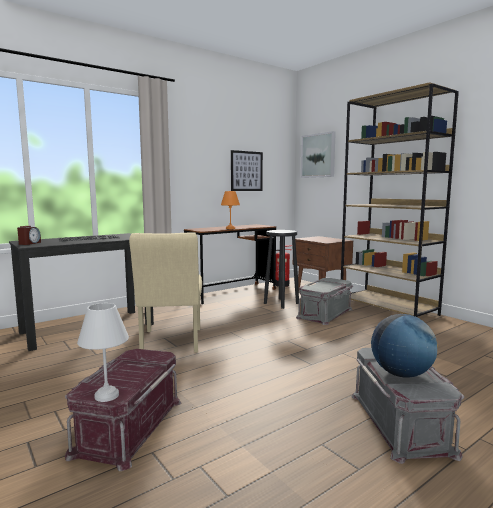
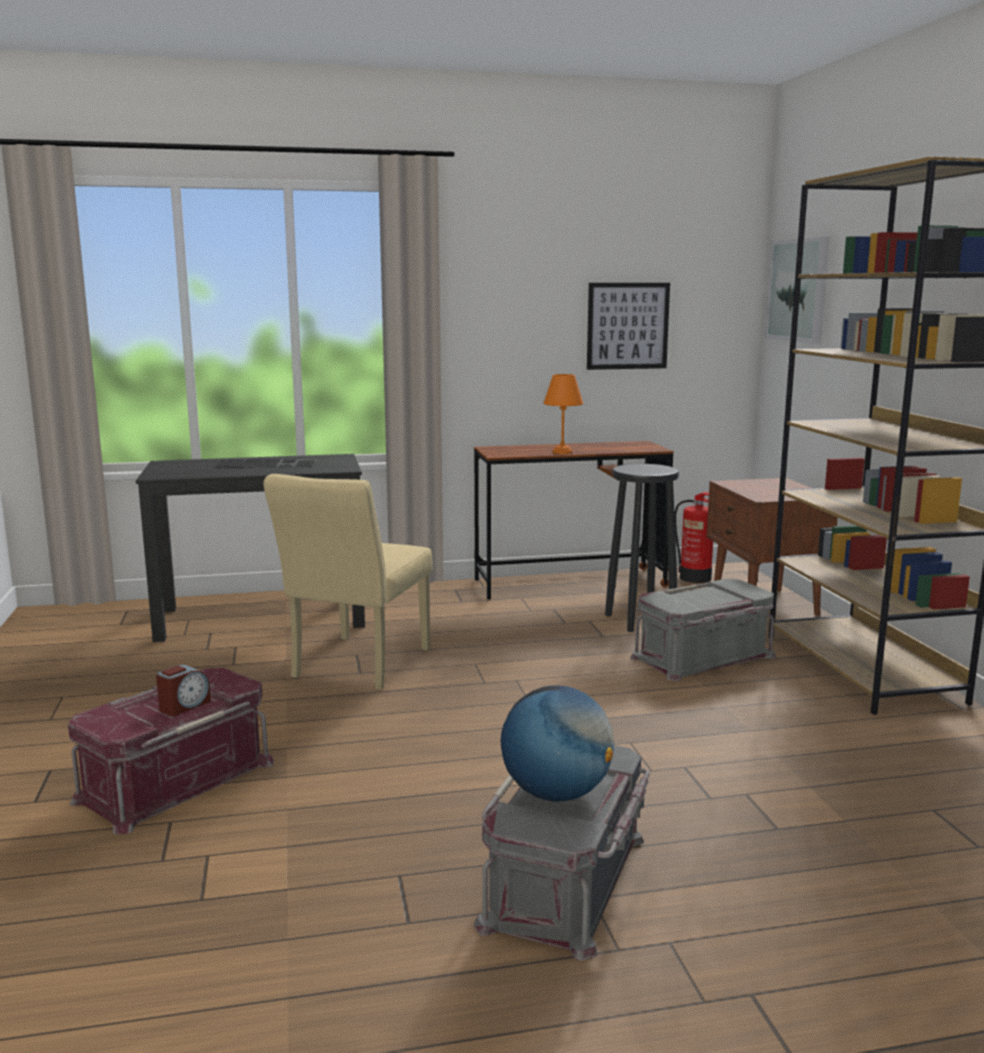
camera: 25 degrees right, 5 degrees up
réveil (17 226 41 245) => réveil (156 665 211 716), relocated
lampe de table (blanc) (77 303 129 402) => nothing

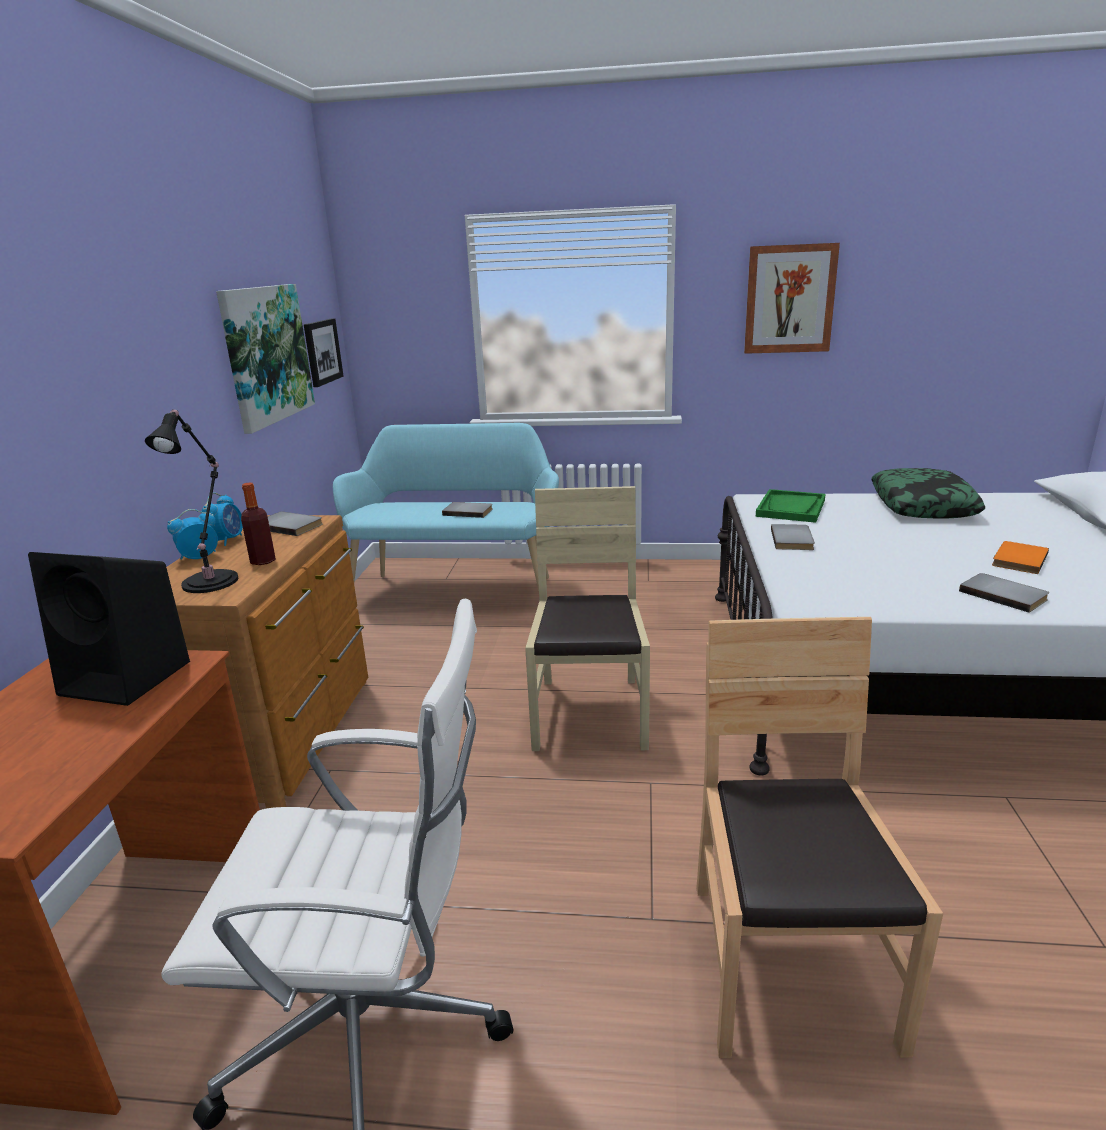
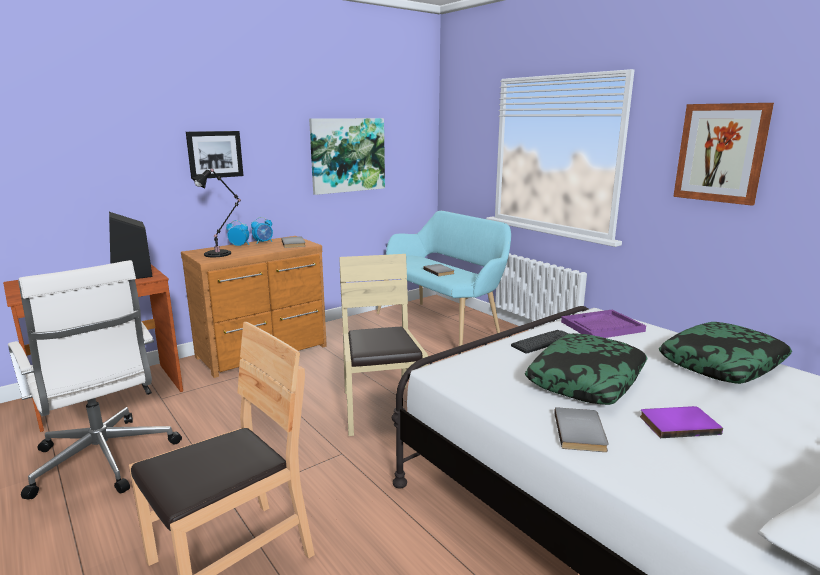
camera: 45 degrees right, 5 degrees down
tableau (304 318 344 387) => tableau (186 131 244 179), relocated
bouteille (241 482 276 565) => nothing
chaise (beige) (525 486 650 751) => chaise (beige) (339 254 428 436), 60 degrees counterclockwise
plateau (vert) (756 489 825 523) => plateau (violet) (561 310 646 338)
livre (gris) (771 524 815 550) => clavier (511 330 569 354)
livre (orange) (992 541 1049 574) => livre (violet) (640 406 723 438)
nothing => coussin (525 333 647 405)

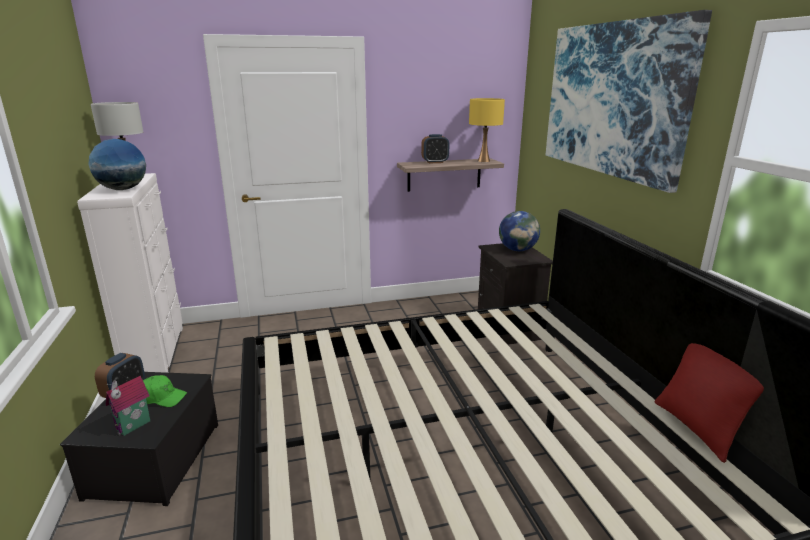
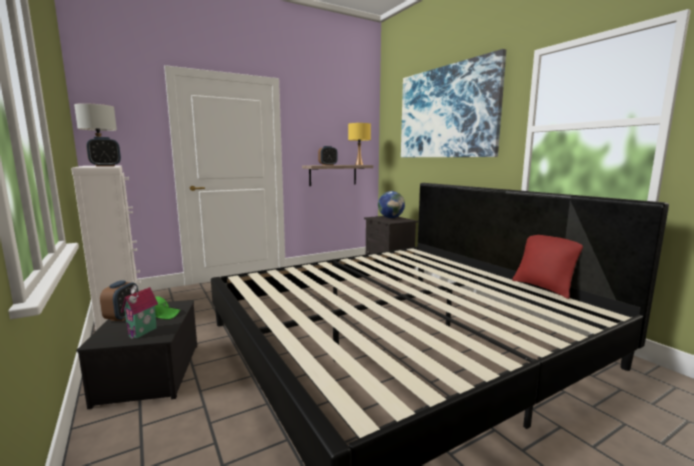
camera: 15 degrees left, 10 degrees down
globe (88 139 146 190) => réveil (86 137 121 167)

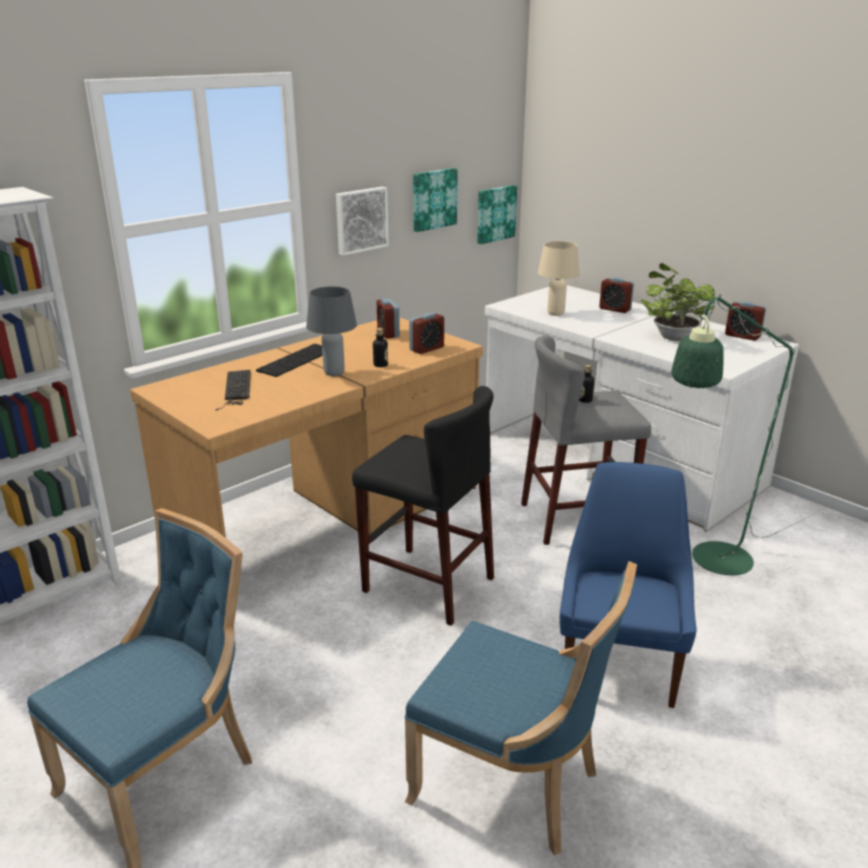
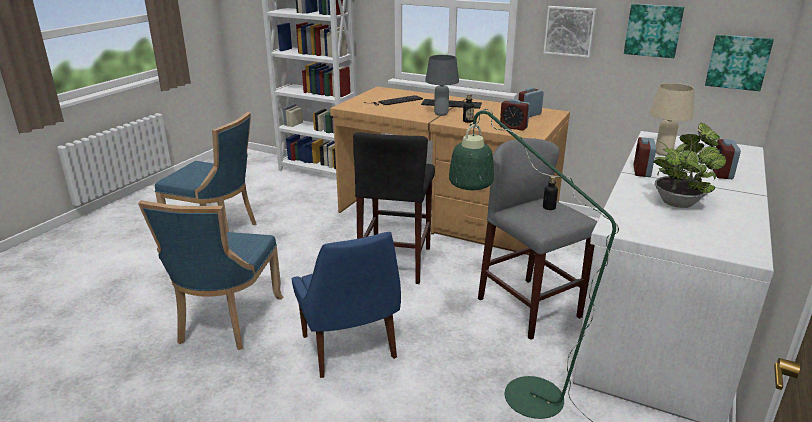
camera: 70 degrees right, 0 degrees up
réveil (725 301 766 341) => réveil (634 137 656 177), relocated
chaise (bleu) (559 462 697 708) => chaise (bleu) (292 232 401 378), 75 degrees clockwise

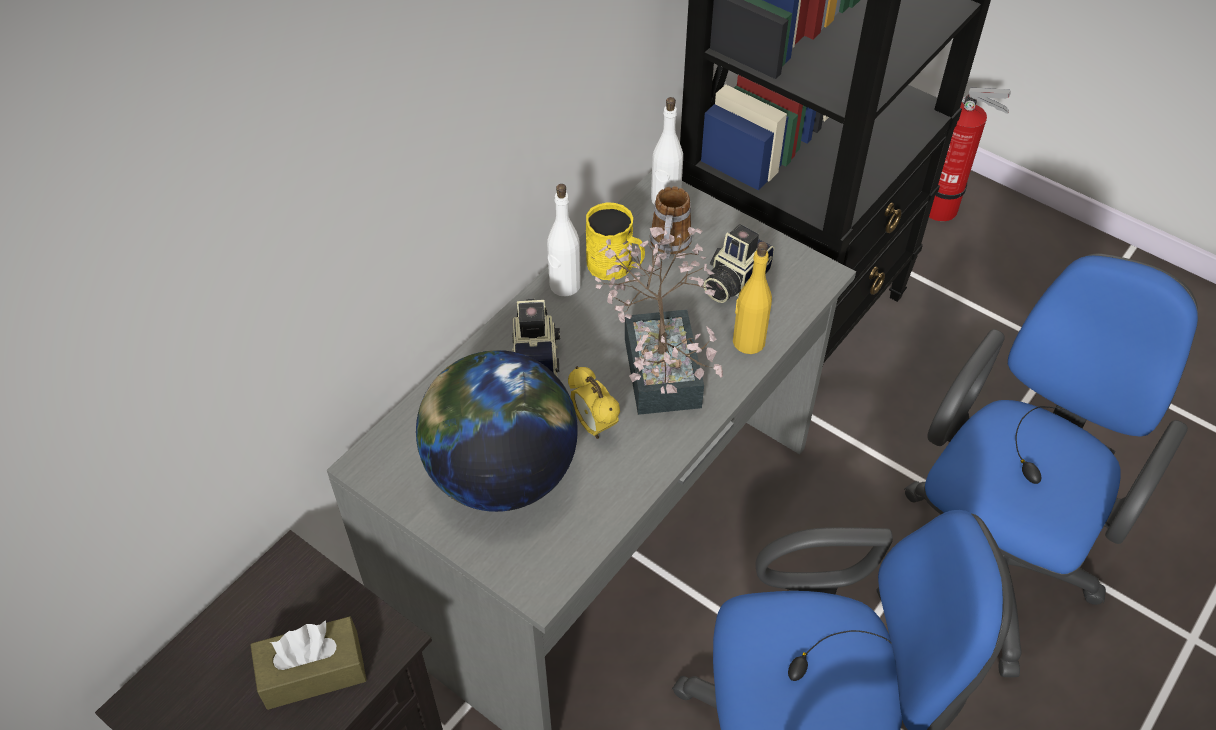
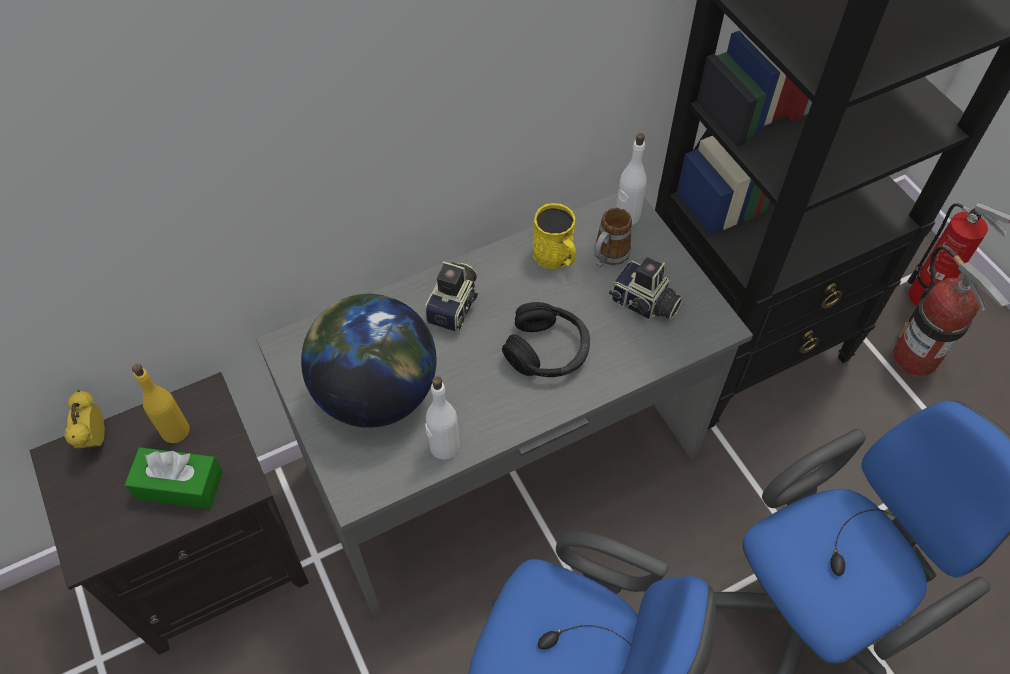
camera: 25 degrees right, 5 degrees up
bouteille (blanc) (547 184 581 296) => bouteille (blanc) (425 377 460 460), relocated
appareil photo (703 224 774 303) => appareil photo (609 257 683 320), 120 degrees counterclockwise
plante en pot (595 227 723 415) => casque audio (noir) (502 302 590 377)
bouteille (jaune) (733 242 772 354) => bouteille (jaune) (132 364 190 443), relocated
réveil (568 366 620 439) => réveil (64 390 105 451), relocated
boîte à mouchoirs (marron) (250 616 367 710) => boîte à mouchoirs (vert) (125 447 223 509)
nothing => extincteur (893 245 1010 377)

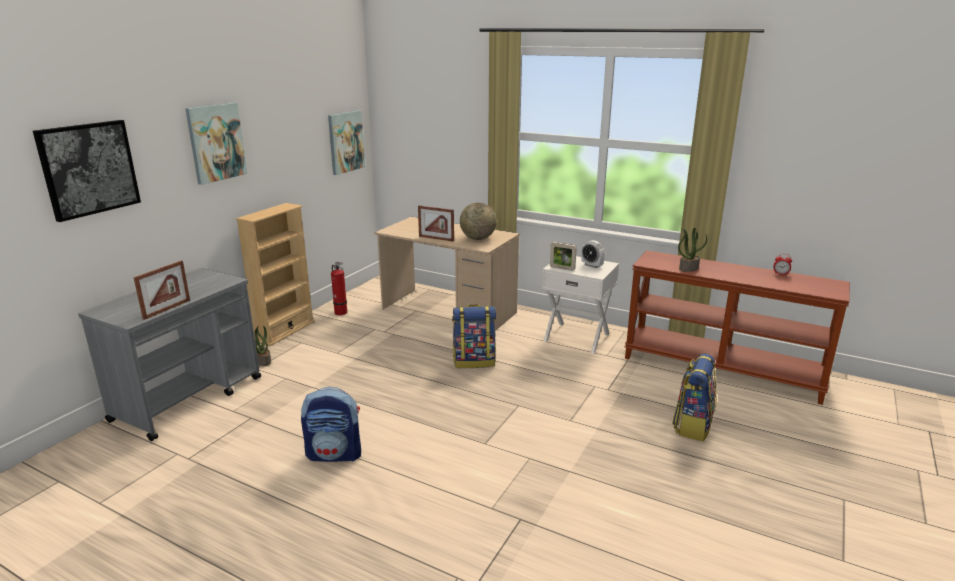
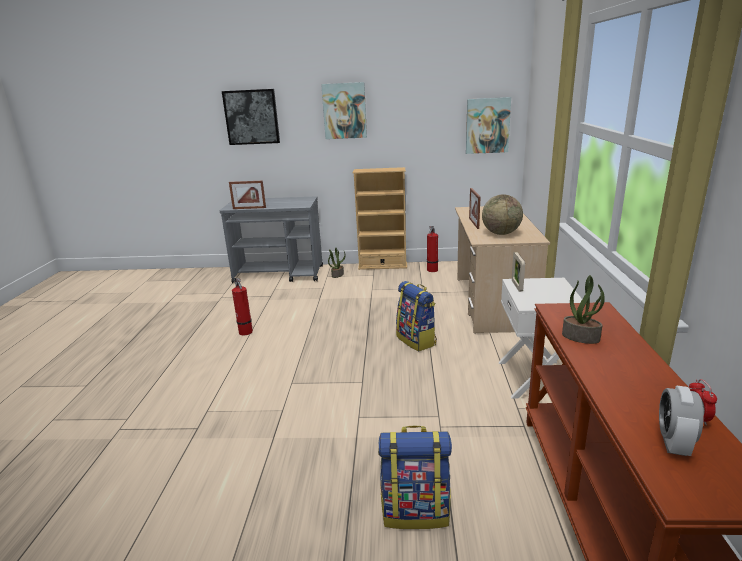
camera: 65 degrees right, 0 degrees up
réveil (581 240 605 268) => réveil (659 386 704 456), relocated
sac à dos (301 387 361 462) => extincteur (232 278 253 335)

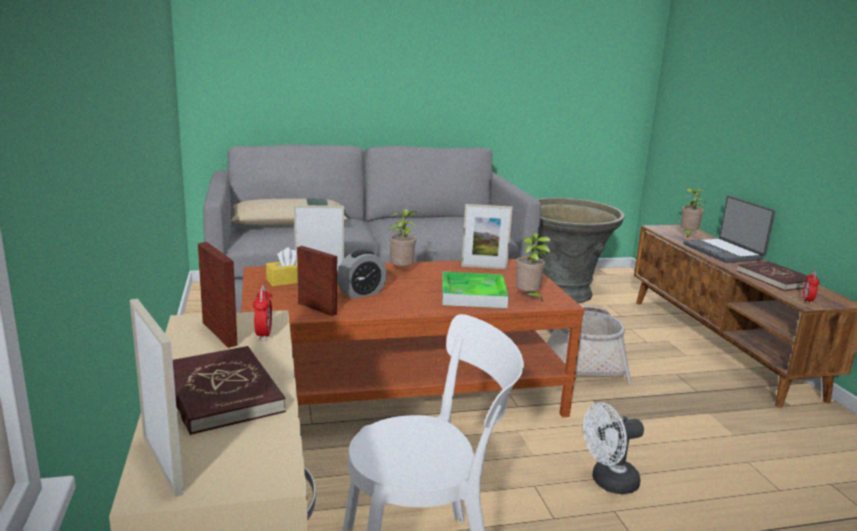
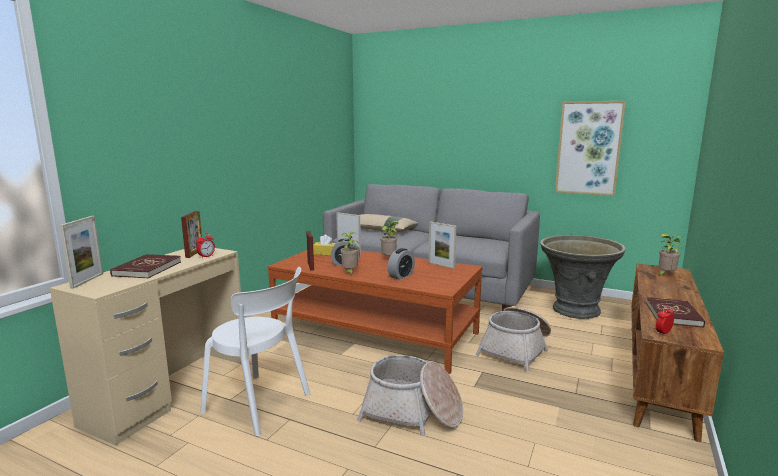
camera: 40 degrees right, 5 degrees down
ordinateur portable (683 196 775 263) => nothing
plante en pot (516 232 551 302) => plante en pot (340 232 359 275), relocated
plateau (442 271 509 308) => réveil (388 248 415 280)
ventilateur (blanc) (583 402 644 494) => panier (357 355 463 436)
nothing => tableau (555 101 626 196)

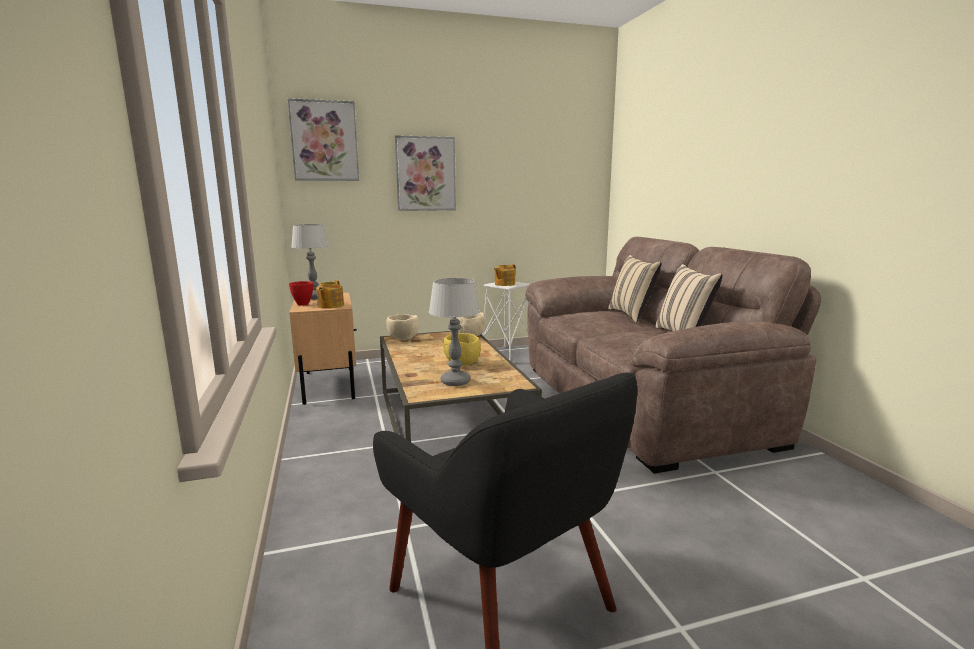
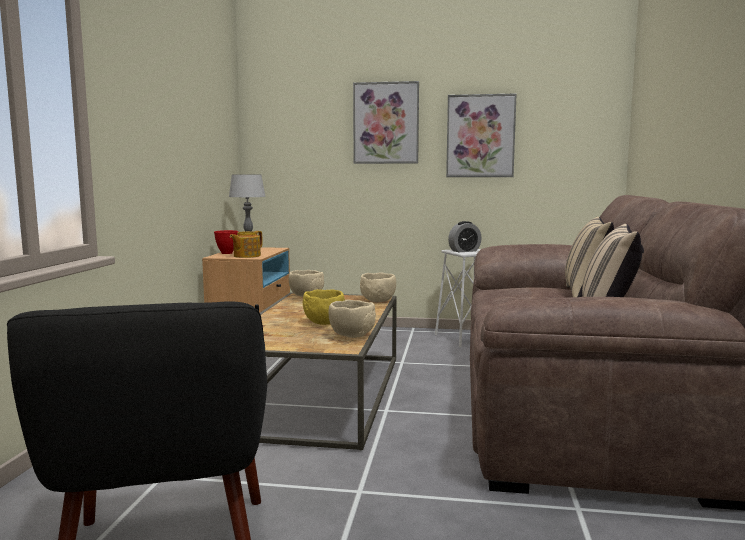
camera: 25 degrees right, 5 degrees down
tableau (288 98 359 181) => tableau (446 94 517 177), relocated
théière (494 264 516 286) => réveil (448 221 482 252)
lampe de table (429 278 480 386) => nothing
nothing => bol (beige) (329 300 376 338)

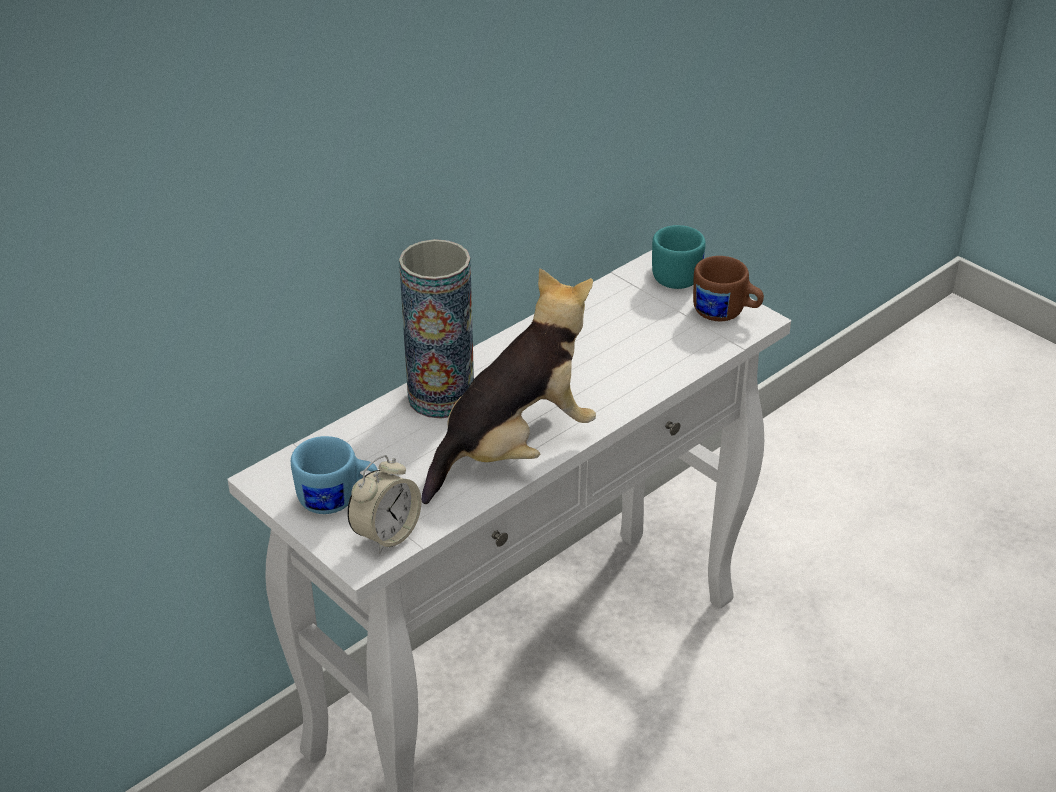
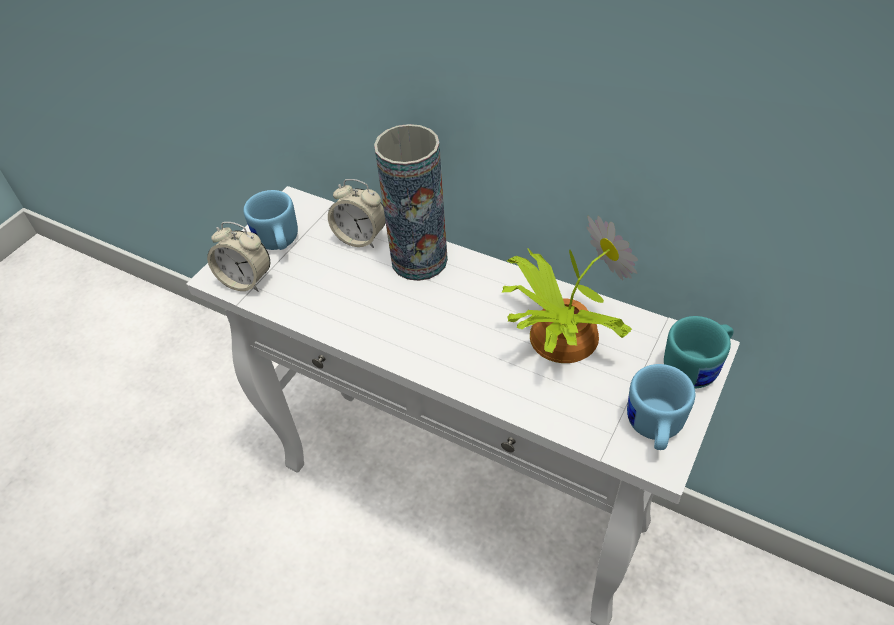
camera: 75 degrees right, 10 degrees up
mug (marron) (693 256 764 321) => mug (bleu) (627 364 695 450)
peluche (422 268 596 504) => nothing
nothing => réveil (328 179 386 248)
nothing => plante en pot (502 216 638 363)

